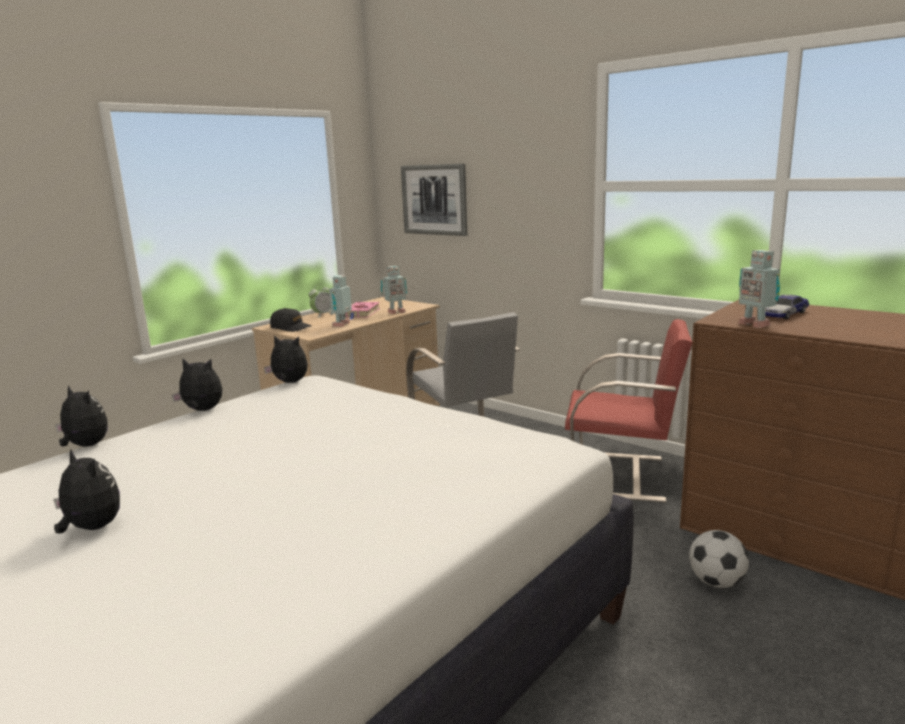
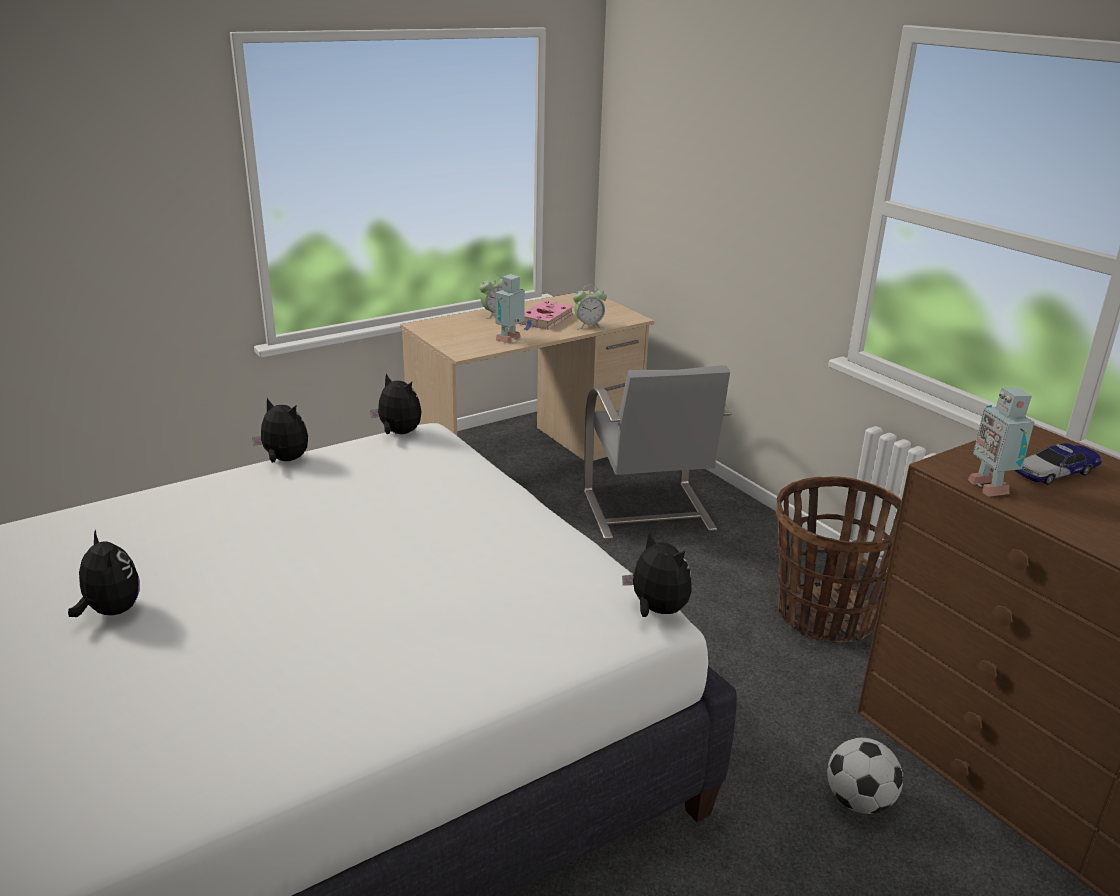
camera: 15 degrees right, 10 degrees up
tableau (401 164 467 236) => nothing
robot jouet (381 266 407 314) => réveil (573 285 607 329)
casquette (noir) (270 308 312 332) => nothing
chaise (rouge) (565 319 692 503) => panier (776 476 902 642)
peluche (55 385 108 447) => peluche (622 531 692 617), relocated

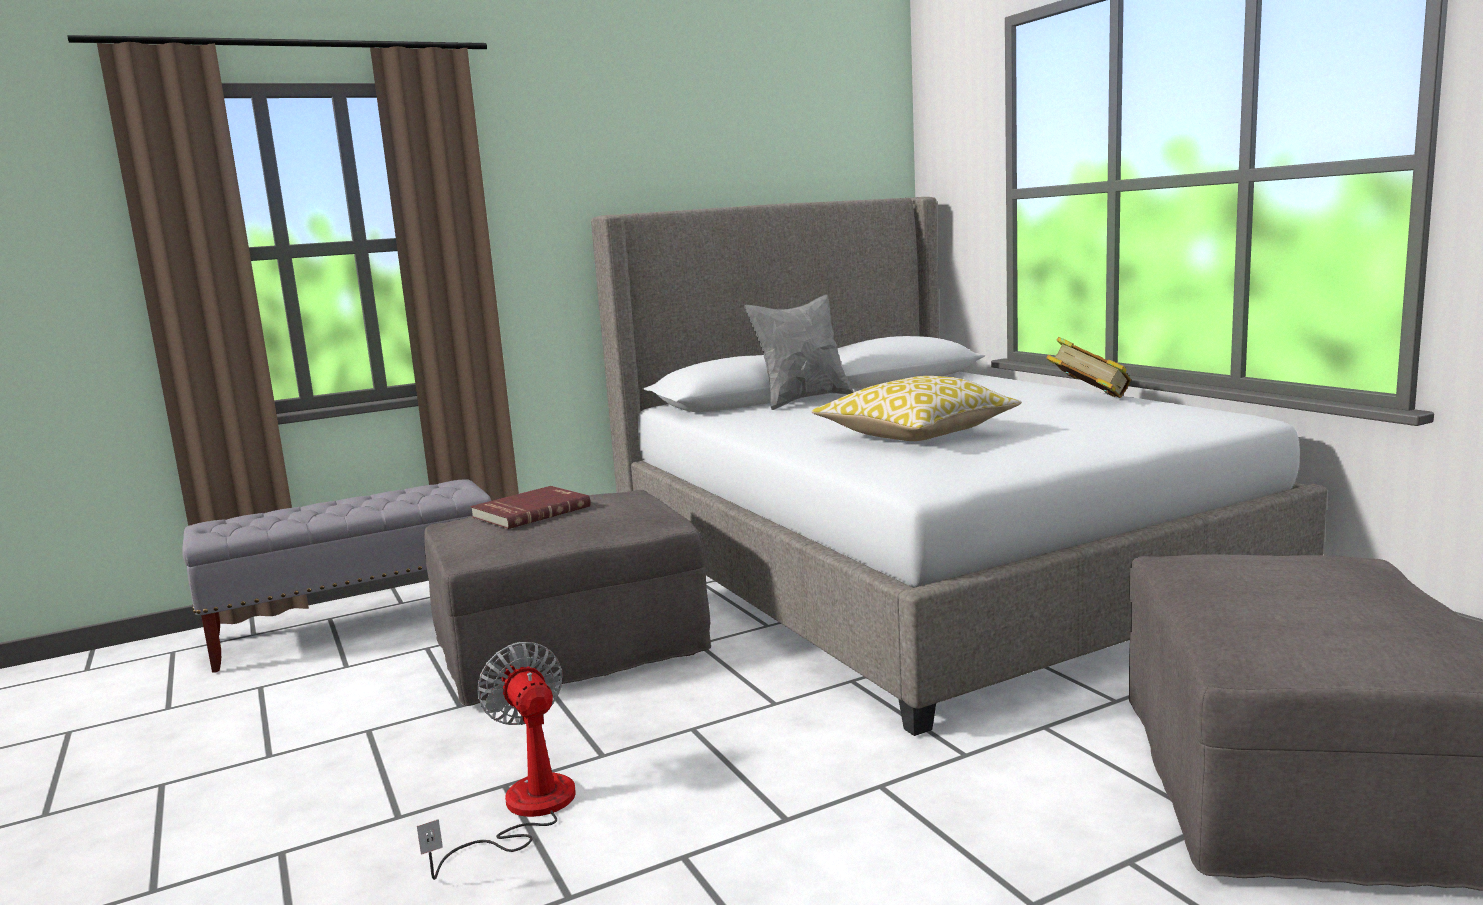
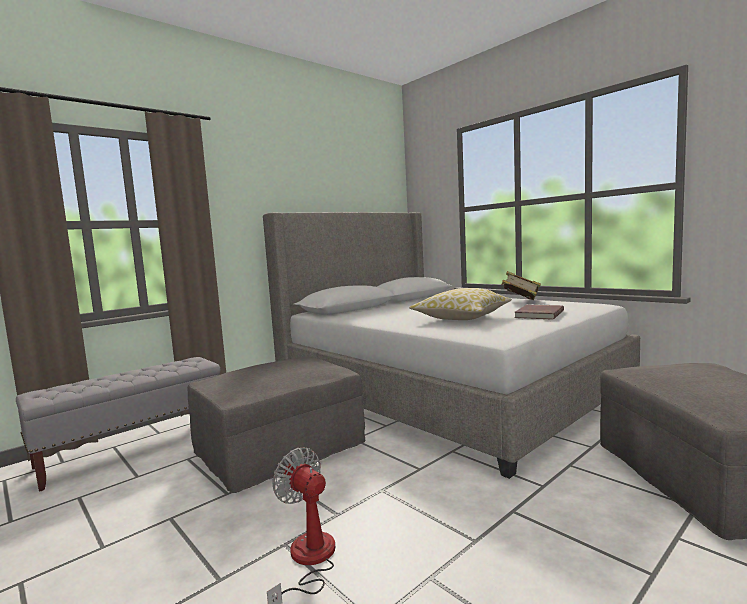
camera: 15 degrees left, 5 degrees down
coussin (gris) (744 294 854 410) => nothing
livre (rouge) (471 486 591 529) => livre (rouge) (515 305 564 320), relocated

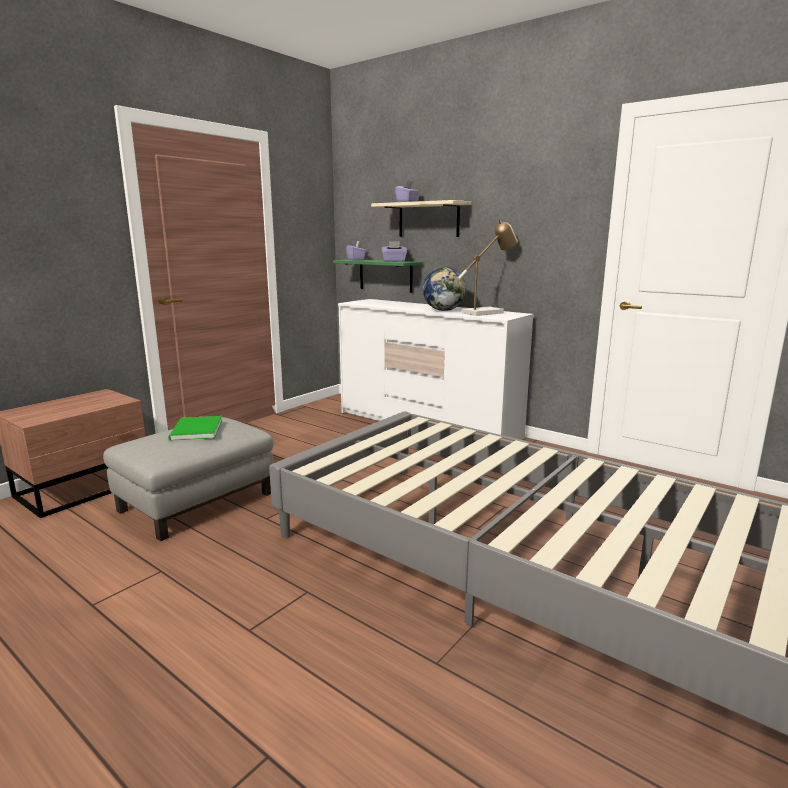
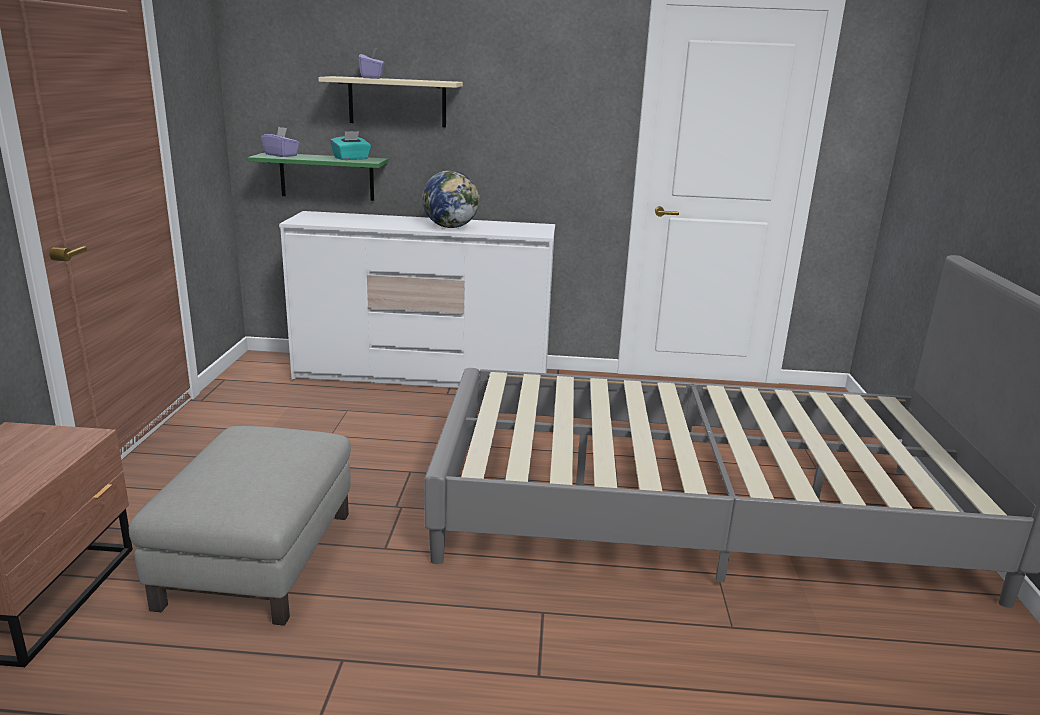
camera: 35 degrees left, 5 degrees up
lampe de table (458 220 518 316) => nothing
boîte à mouchoirs (violet) (382 241 407 262) => boîte à mouchoirs (turquoise) (330 131 371 160)
livre (vert) (168 416 222 441) => nothing

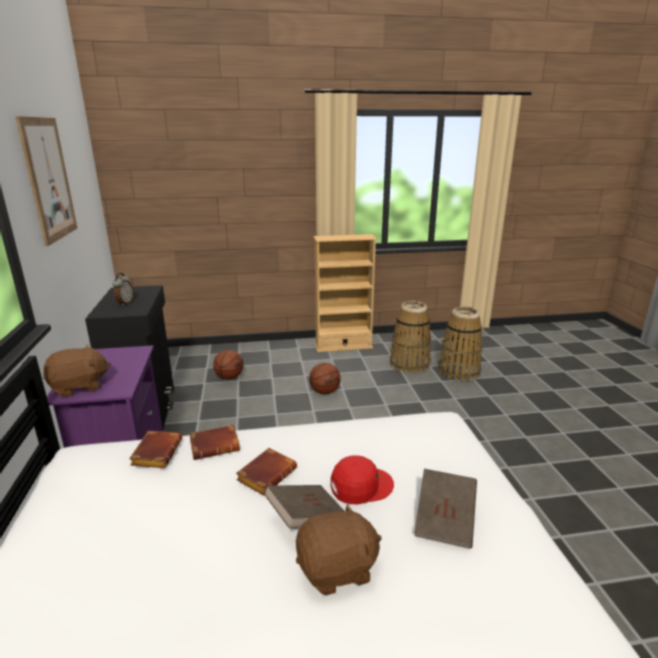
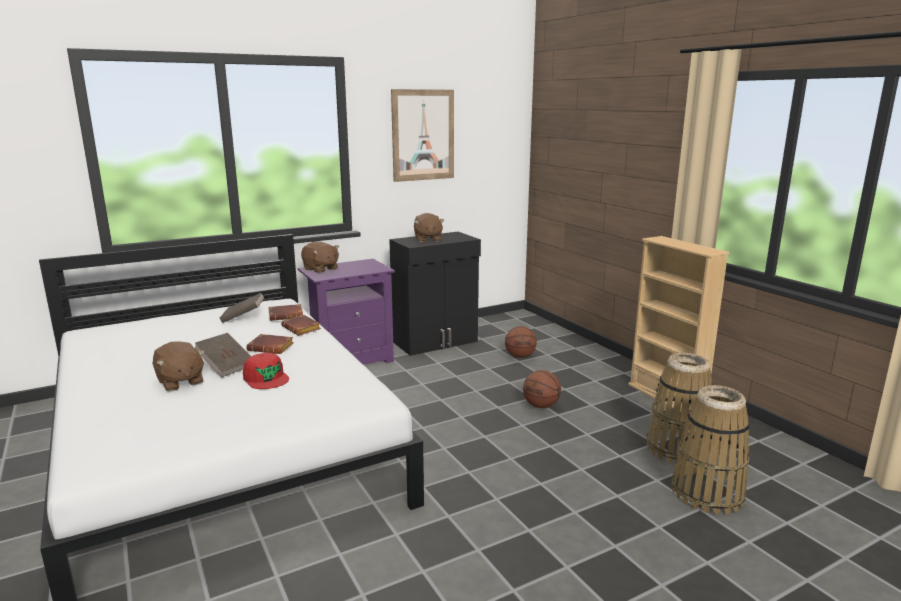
camera: 70 degrees right, 5 degrees down
réveil (112 273 134 306) => peluche (marron) (414 213 445 242)
livre (marron) (414 469 477 549) => livre (marron) (220 292 265 323), relocated

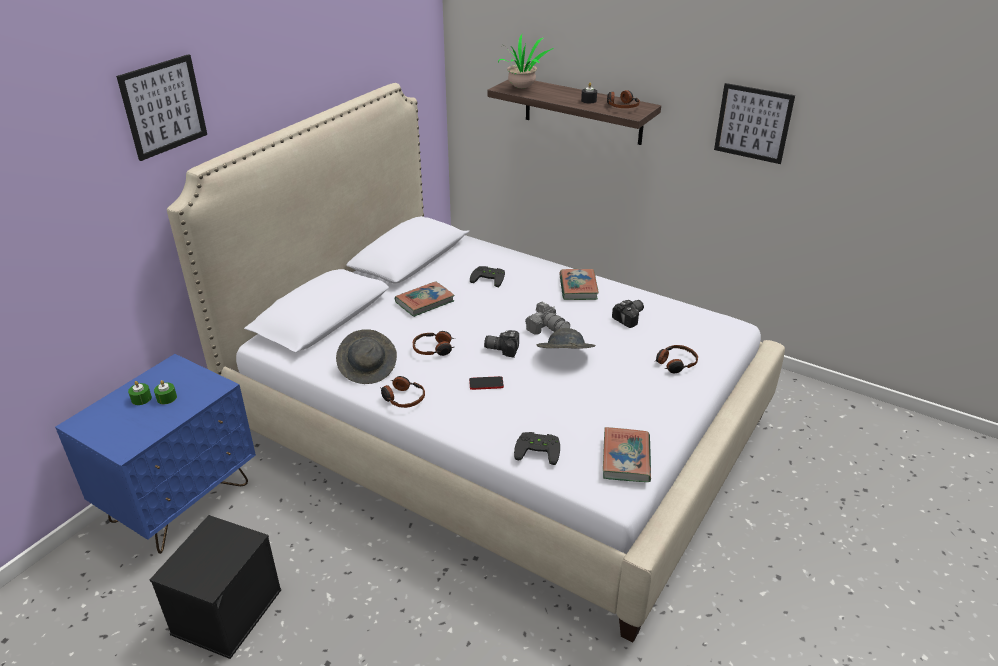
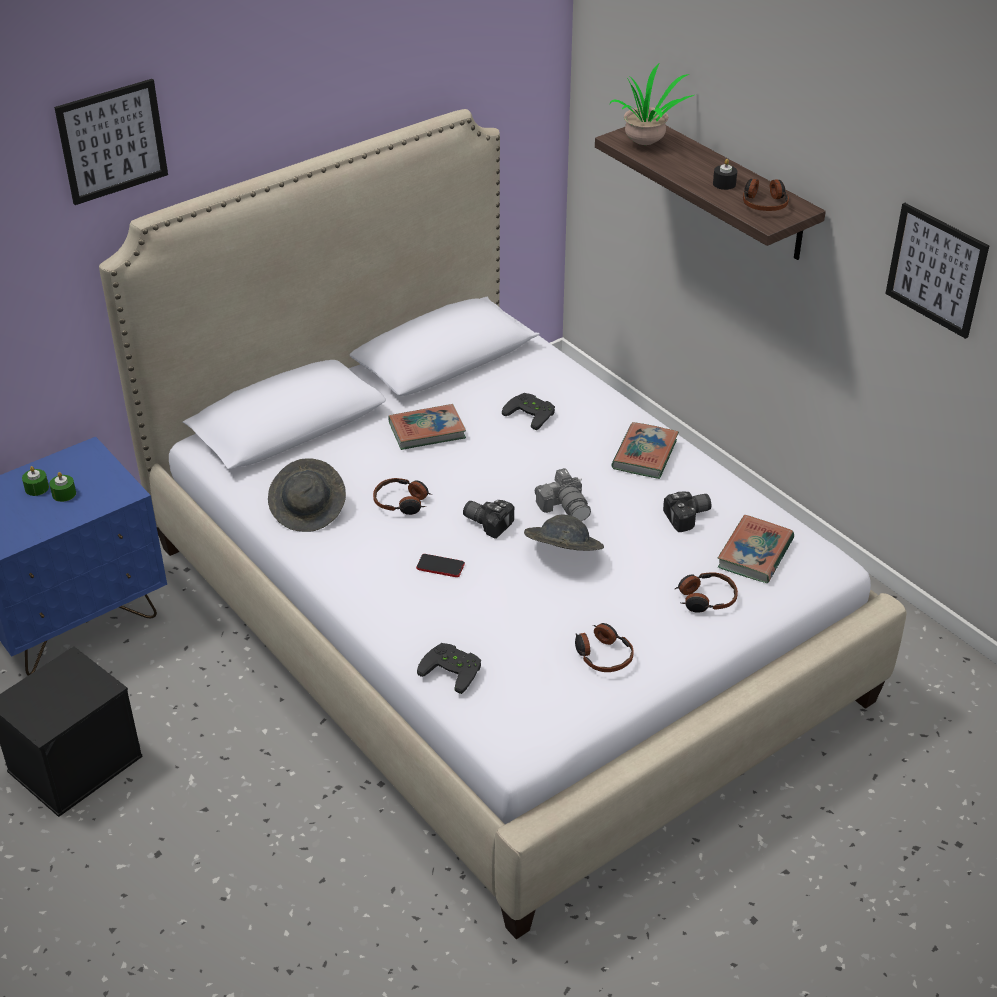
camera: 20 degrees right, 5 degrees up
casque audio (380 376 425 408) => casque audio (575 623 634 672), relocated
livre (603 427 651 482) => livre (718 515 794 583), relocated

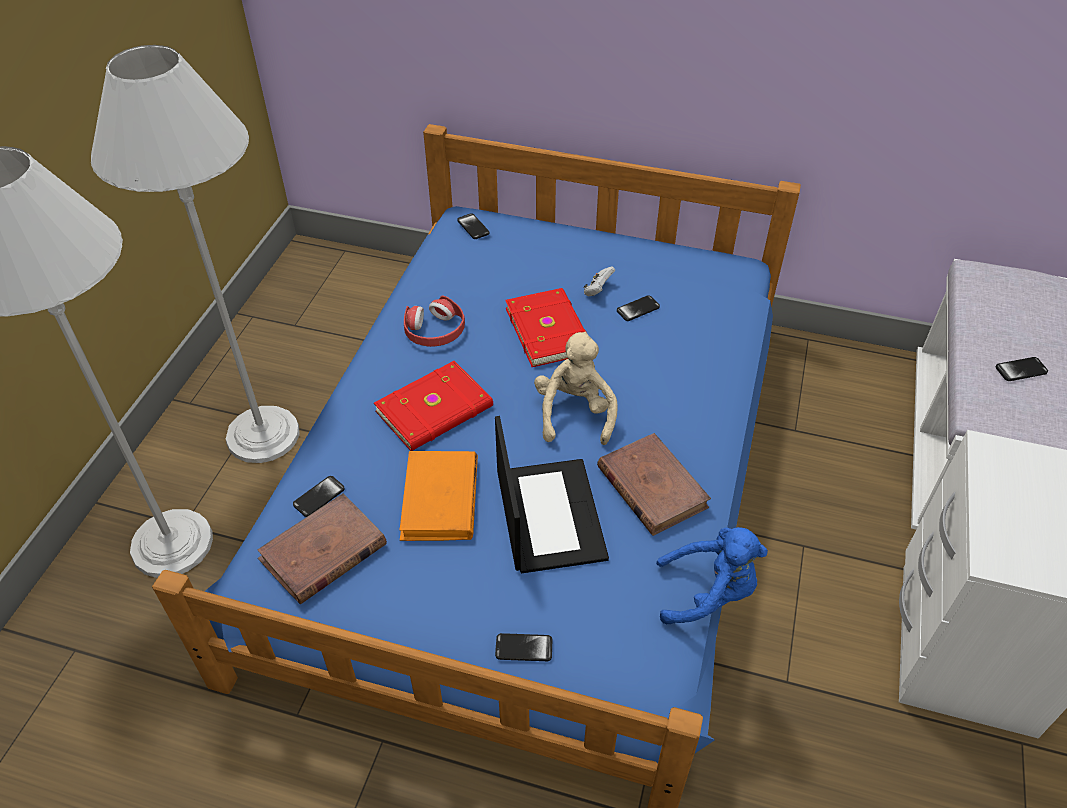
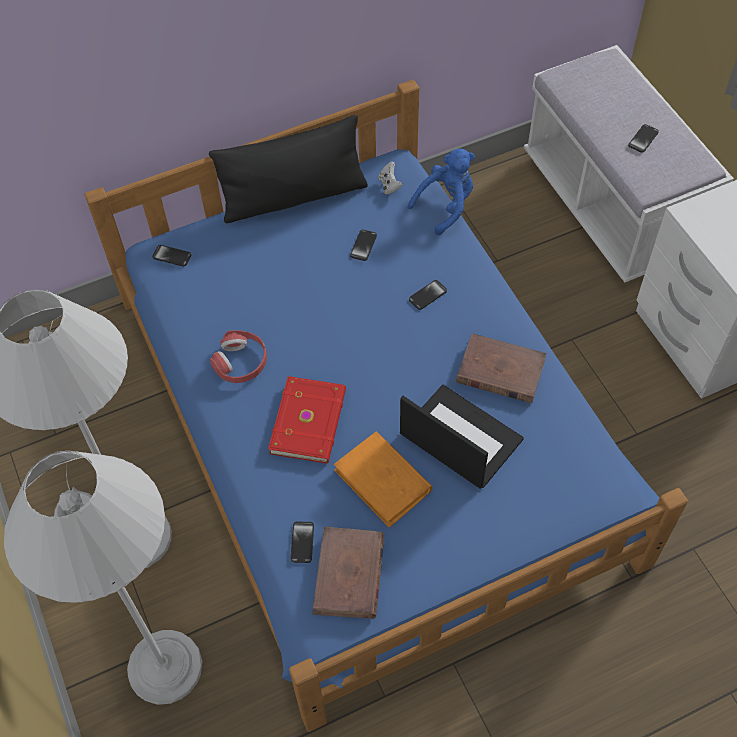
camera: 40 degrees left, 10 degrees up
manette (blanc) (583 266 615 296) => manette (blanc) (378 161 403 195), relocated
livre (rouge) (505 288 586 367) => nothing
peluche (beige) (534 332 618 445) => nothing
peluche (bleu) (656 527 768 624) => peluche (bleu) (407 148 475 235), relocated
téléphone (495 633 553 661) => téléphone (409 280 447 310), relocated
nothing => coussin (noir) (209 115 368 223)

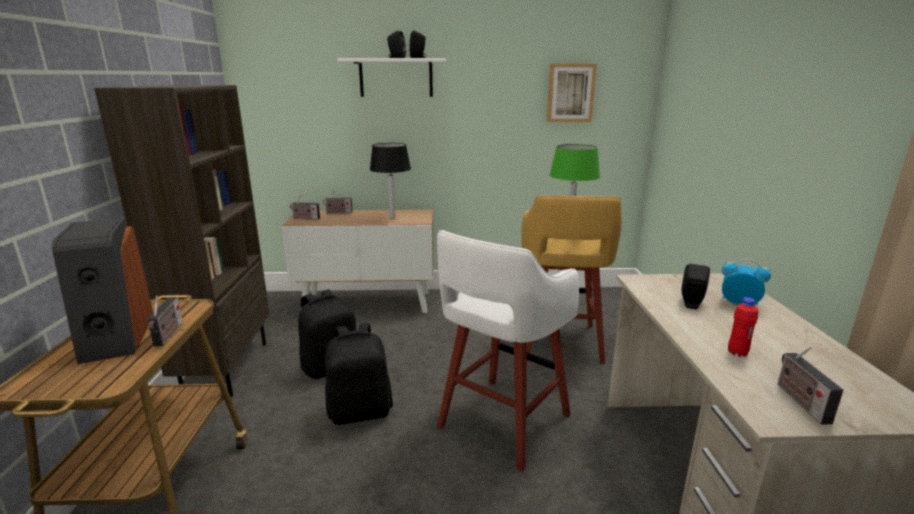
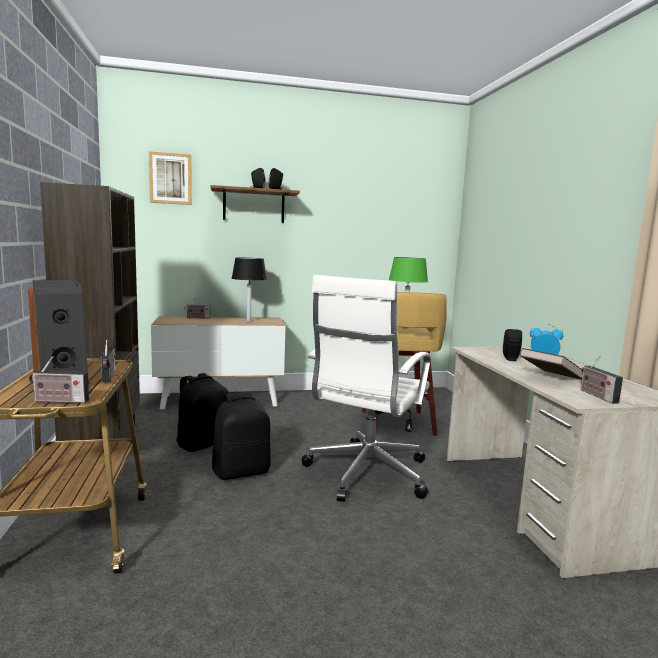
camera: 10 degrees left, 10 degrees down
étagère (blanc) (337 58 446 97) => étagère (marron) (210 185 300 223)
tableau (547 64 597 122) => tableau (149 151 192 205), relocated
radio (290 195 320 220) => radio (29 356 89 403), relocated
tabouret (blanc) (437 230 579 472) => chaise de bureau (blanc) (301 275 430 502)
bouteille (rouge) (728 297 758 357) => livre (marron) (520 348 583 380)

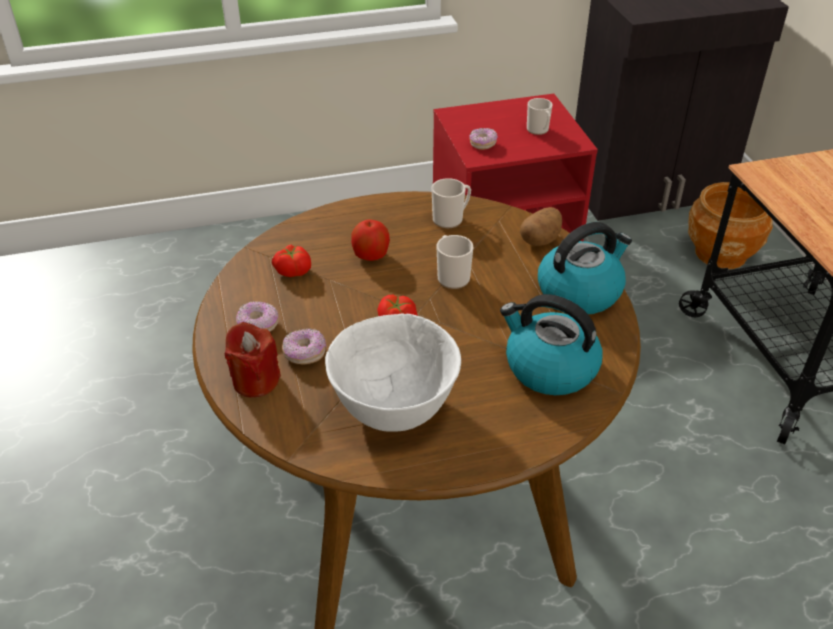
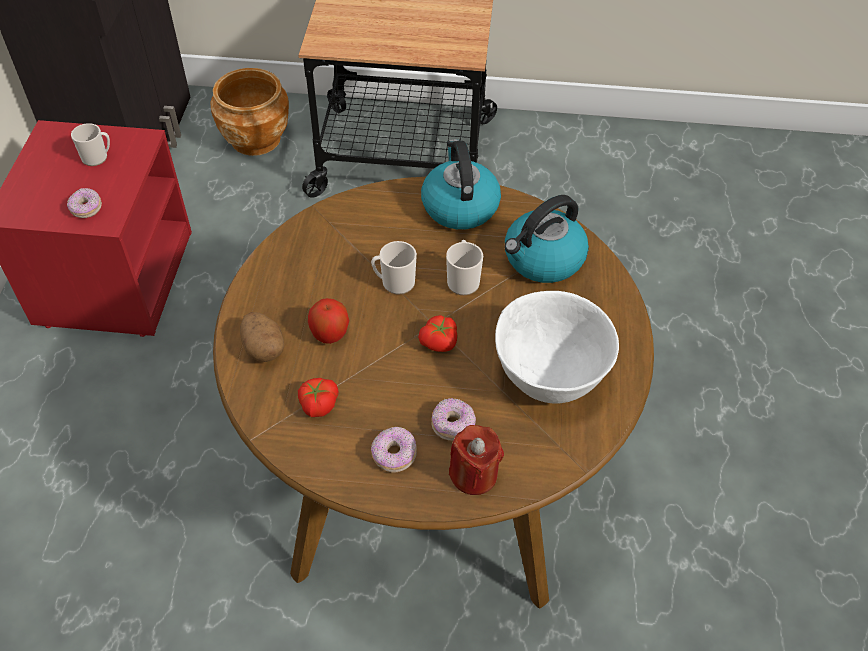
camera: 70 degrees left, 10 degrees up
mug (432 178 471 228) => mug (446 240 483 295), relocated
pomme de terre (520 207 562 246) => pomme de terre (240 312 284 362), relocated

